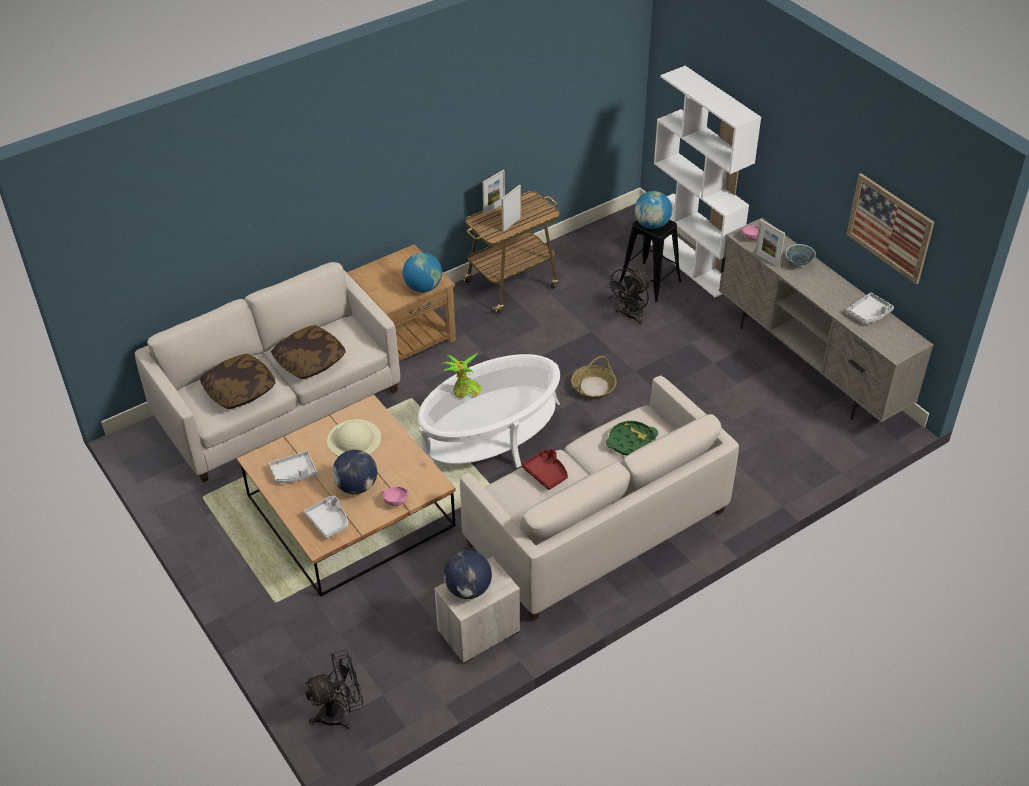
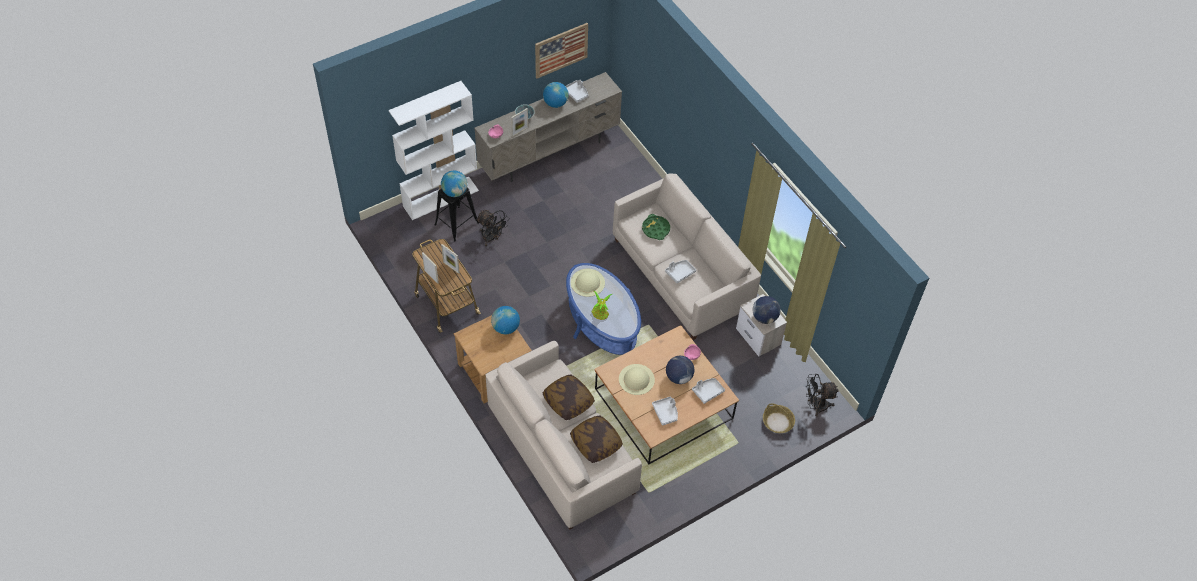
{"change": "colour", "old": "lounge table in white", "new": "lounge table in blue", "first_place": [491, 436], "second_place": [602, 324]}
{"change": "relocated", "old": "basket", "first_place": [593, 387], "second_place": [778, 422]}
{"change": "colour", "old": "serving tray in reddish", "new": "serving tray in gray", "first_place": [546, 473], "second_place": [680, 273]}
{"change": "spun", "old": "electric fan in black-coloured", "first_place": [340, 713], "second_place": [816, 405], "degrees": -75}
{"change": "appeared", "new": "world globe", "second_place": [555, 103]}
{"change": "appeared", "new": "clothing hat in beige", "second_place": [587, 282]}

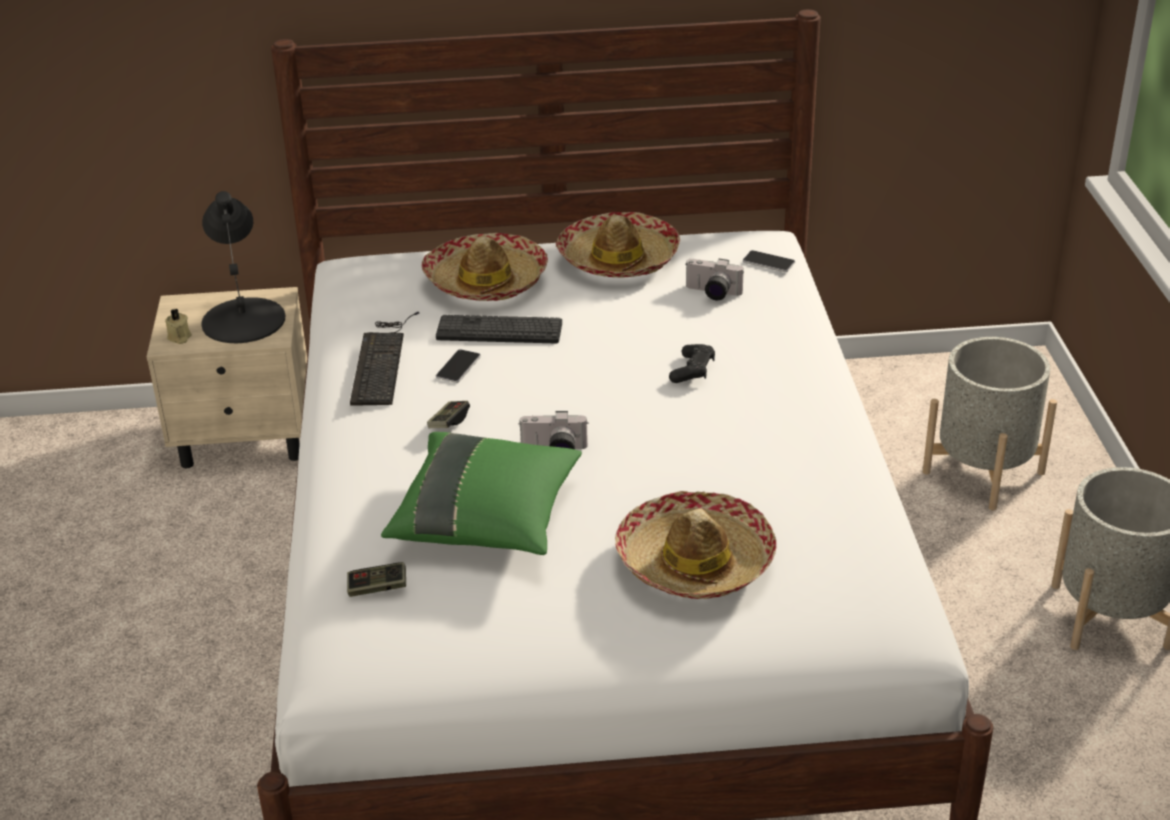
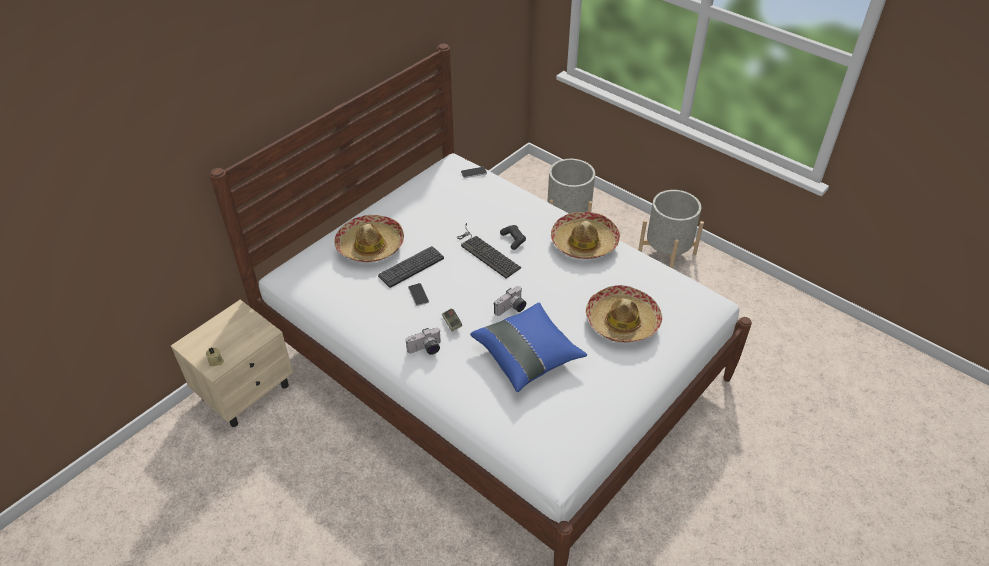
{"change": "missing", "old": "table lamp in black-coloured", "first_place": [244, 320]}
{"change": "relocated", "old": "clothing hat", "first_place": [618, 259], "second_place": [584, 242]}
{"change": "relocated", "old": "still camera", "first_place": [712, 293], "second_place": [426, 349]}
{"change": "relocated", "old": "keyboard", "first_place": [382, 360], "second_place": [485, 252]}
{"change": "colour", "old": "cushion in greenish", "new": "cushion in blue", "first_place": [486, 519], "second_place": [527, 356]}
{"change": "missing", "old": "gamepad", "first_place": [377, 588]}

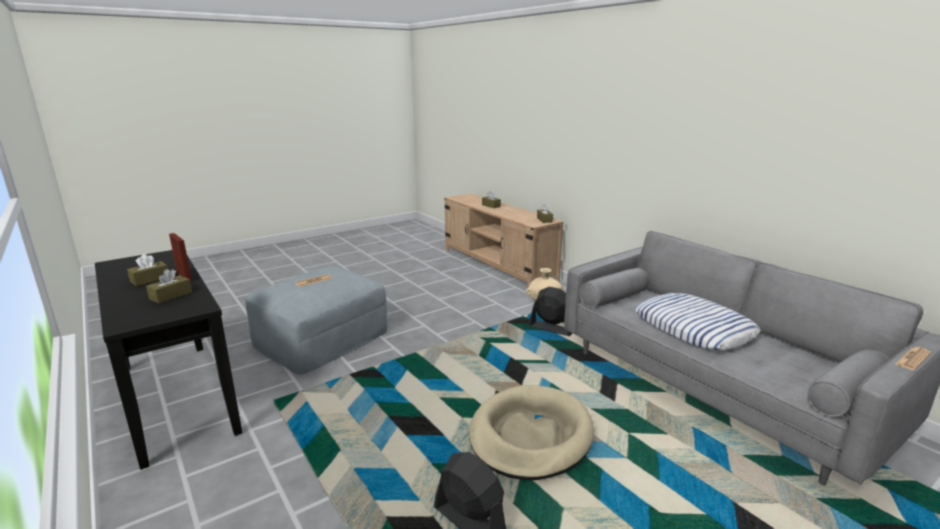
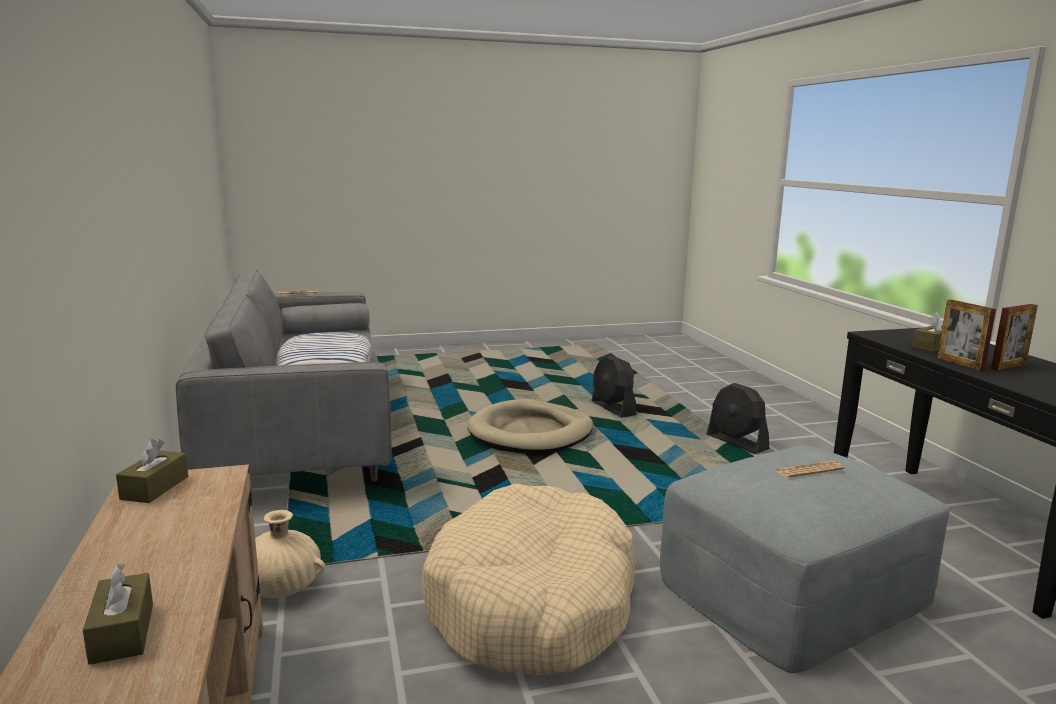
{"change": "exchanged", "old": "tissue holder in brownish", "new": "photo frame", "first_place": [150, 279], "second_place": [1008, 366]}
{"change": "relocated", "old": "electric fan in black-coloured", "first_place": [551, 328], "second_place": [737, 443]}
{"change": "appeared", "new": "pet bed in beige", "second_place": [532, 603]}

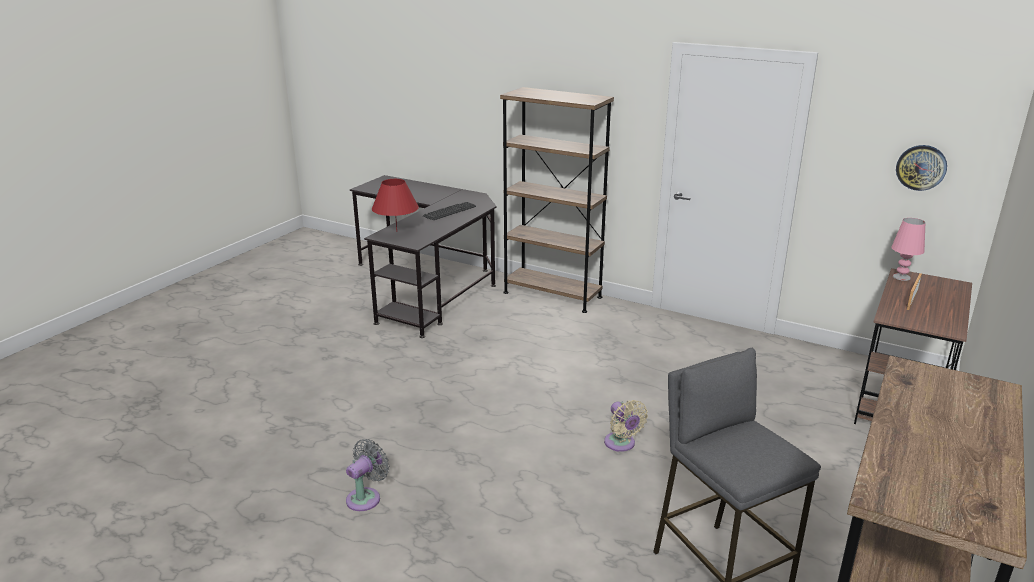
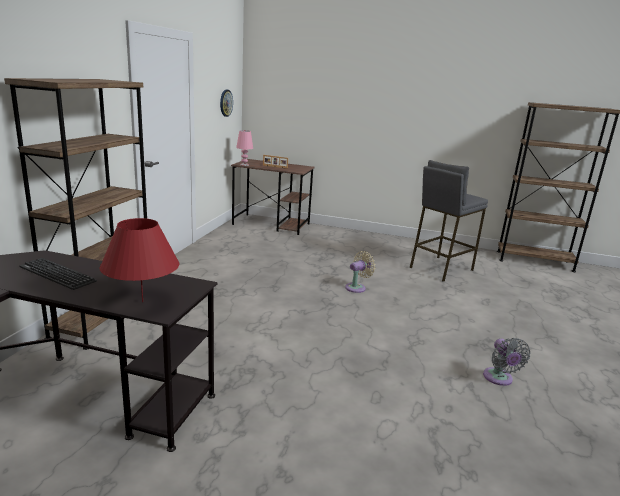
{"change": "spun", "old": "electric fan in gray", "first_place": [366, 497], "second_place": [499, 379], "degrees": -120}

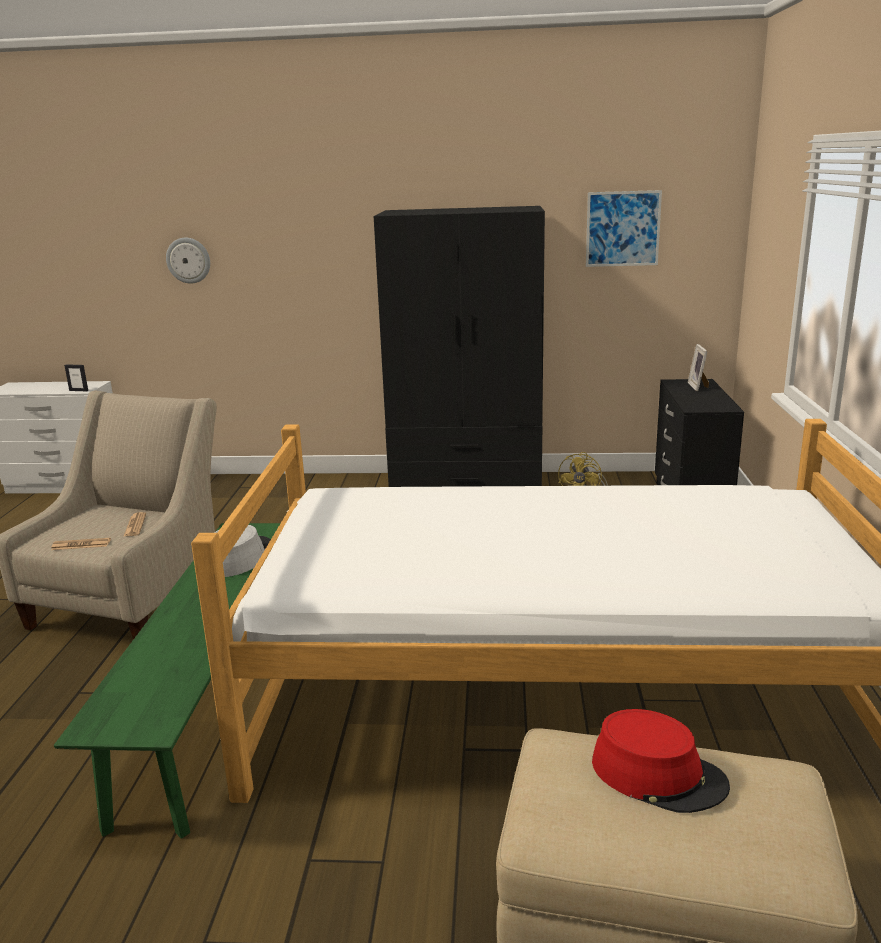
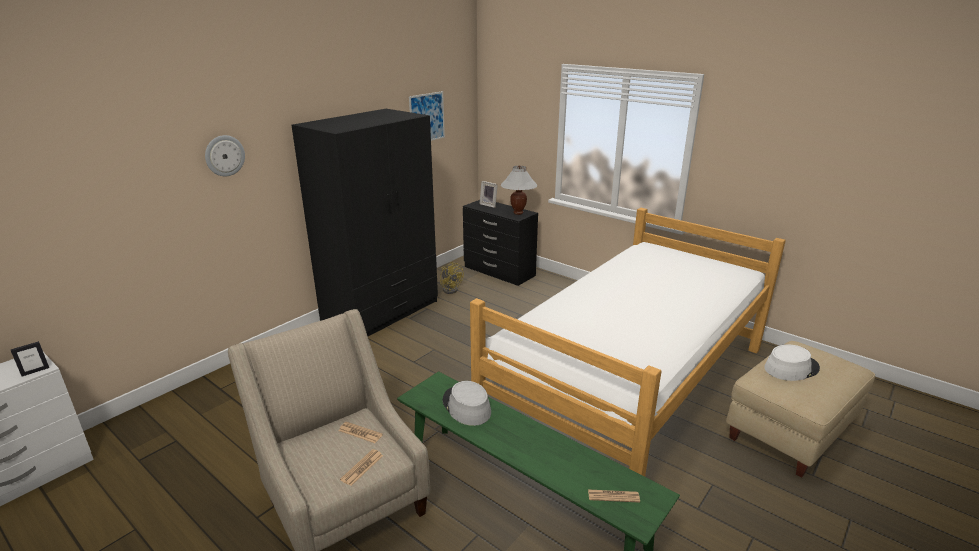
{"change": "relocated", "old": "wall clock", "first_place": [188, 260], "second_place": [224, 155]}
{"change": "colour", "old": "clothing hat in reddish", "new": "clothing hat in white", "first_place": [658, 774], "second_place": [791, 368]}
{"change": "appeared", "new": "table lamp in white", "second_place": [518, 213]}
{"change": "appeared", "new": "newspaper", "second_place": [613, 496]}

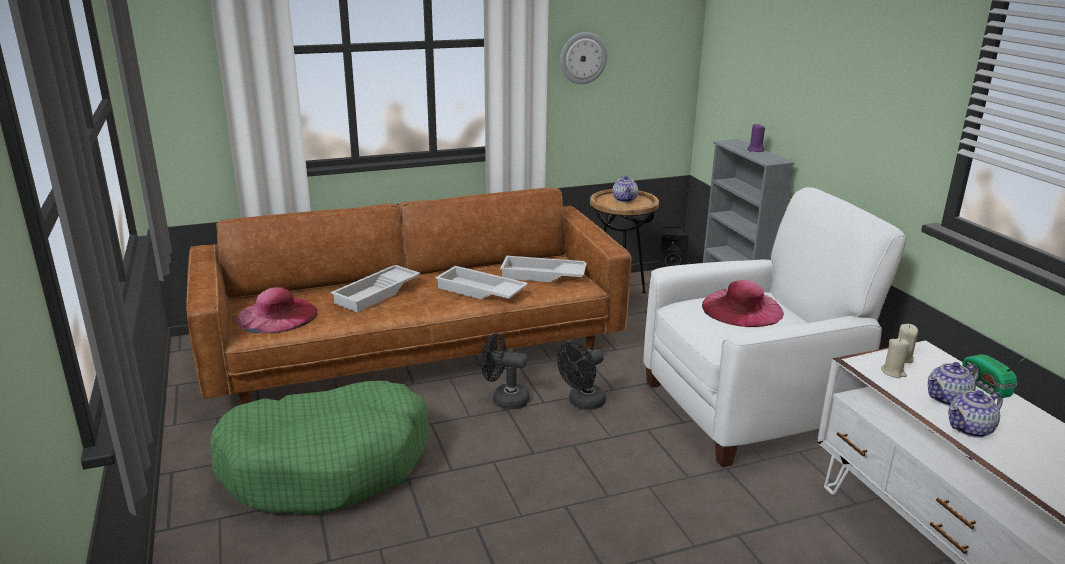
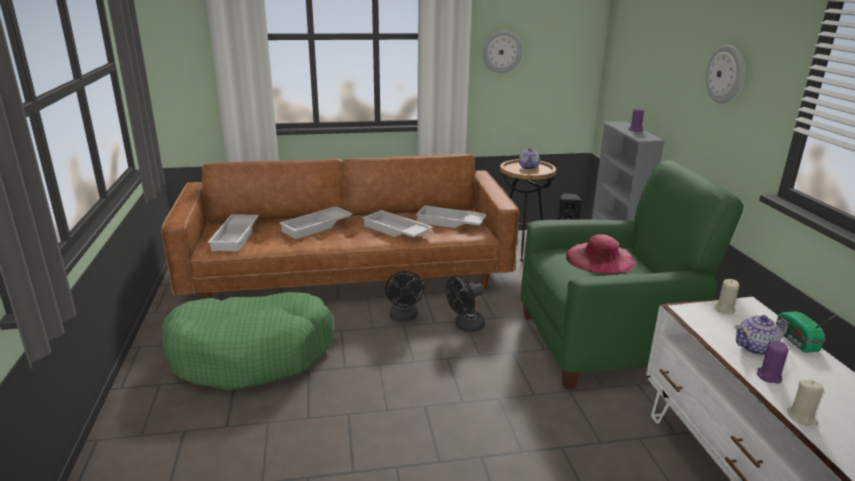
{"change": "colour", "old": "armchair in white", "new": "armchair in greenish", "first_place": [749, 408], "second_place": [604, 344]}
{"change": "exchanged", "old": "clothing hat in pinkish", "new": "serving tray in white", "first_place": [277, 315], "second_place": [236, 237]}
{"change": "spun", "old": "electric fan in black-coloured", "first_place": [504, 399], "second_place": [404, 317], "degrees": -120}
{"change": "relocated", "old": "wax candle in beige", "first_place": [893, 372], "second_place": [801, 417]}
{"change": "exchanged", "old": "teapot", "new": "wax candle in purple", "first_place": [970, 429], "second_place": [768, 376]}
{"change": "appeared", "new": "wall clock", "second_place": [725, 74]}

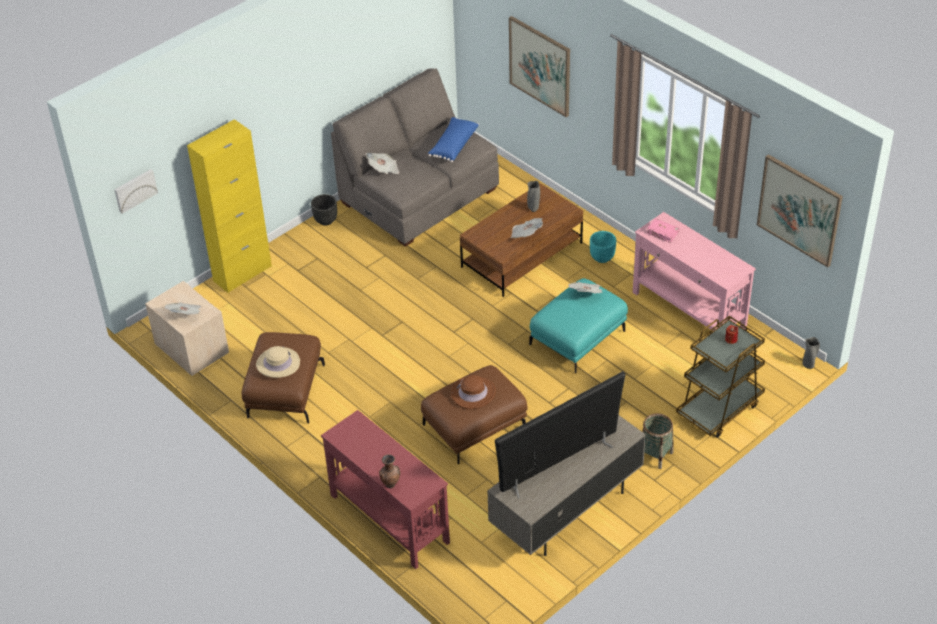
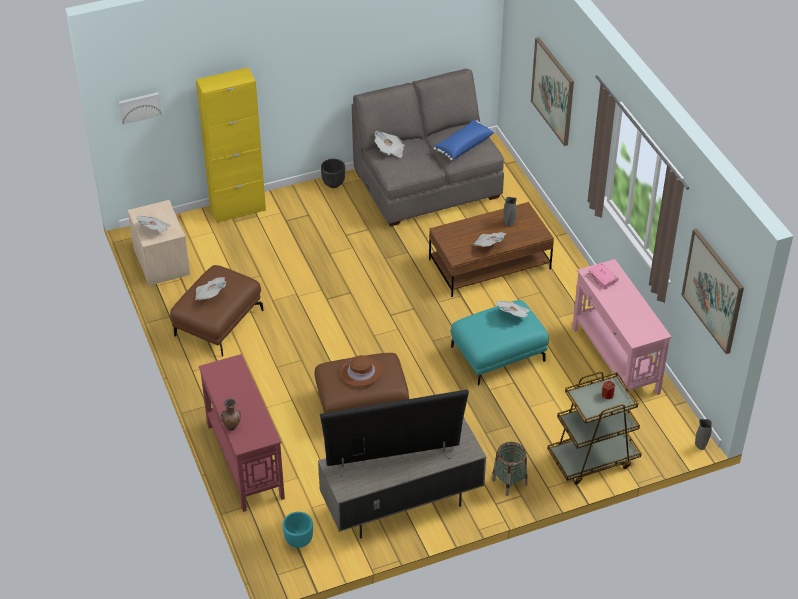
{"change": "relocated", "old": "planter in turquoise", "first_place": [602, 258], "second_place": [298, 541]}
{"change": "exchanged", "old": "clothing hat in beige", "new": "newspaper", "first_place": [278, 363], "second_place": [210, 295]}

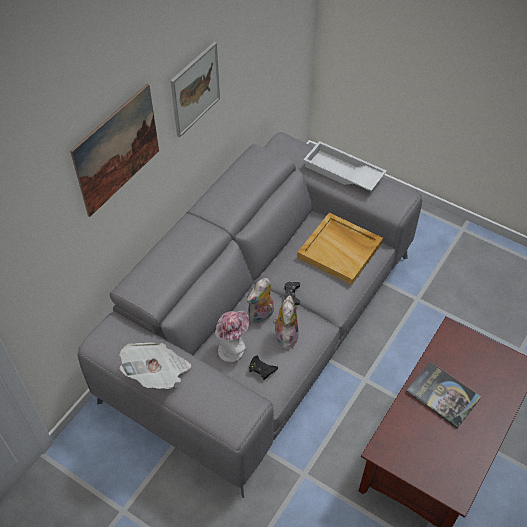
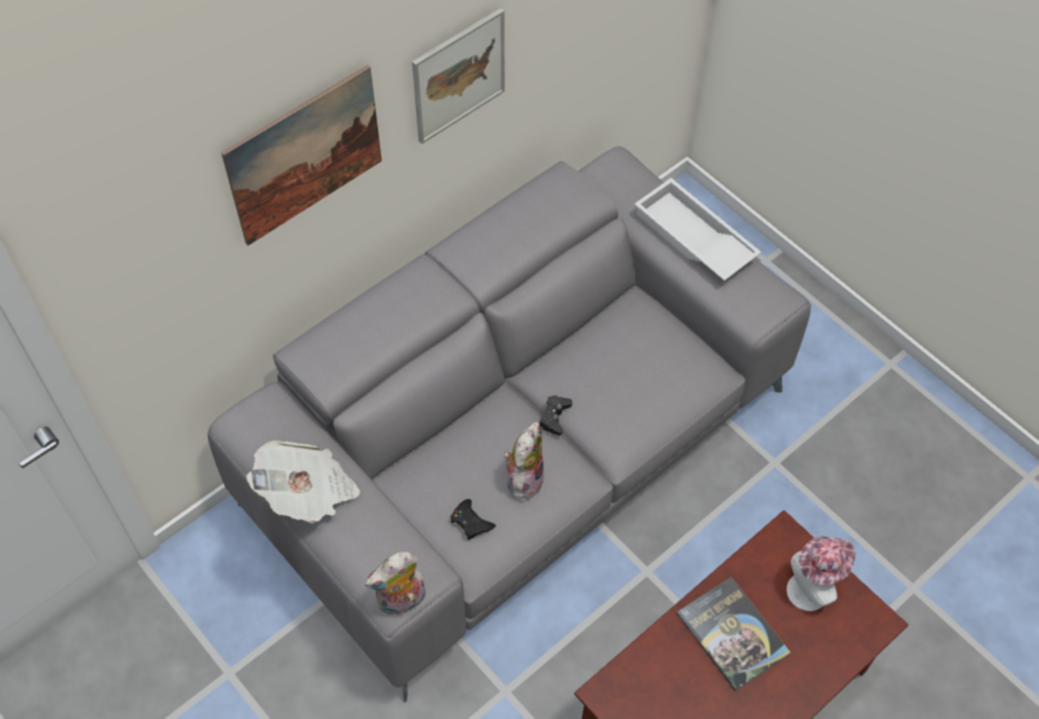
{"change": "missing", "old": "serving tray in beige", "first_place": [340, 250]}
{"change": "relocated", "old": "soft toy", "first_place": [261, 316], "second_place": [401, 602]}
{"change": "relocated", "old": "clothing hat", "first_place": [233, 348], "second_place": [812, 588]}

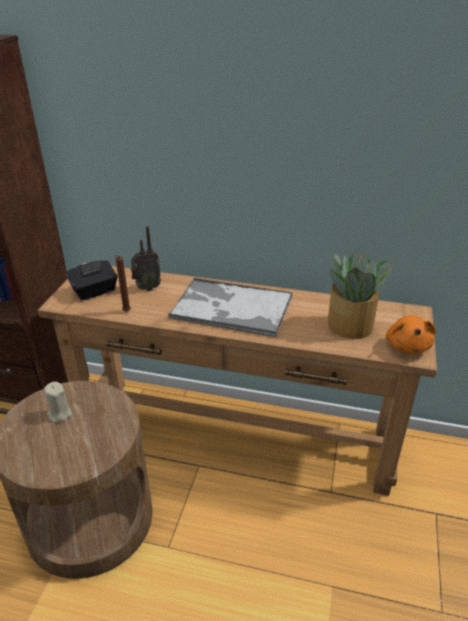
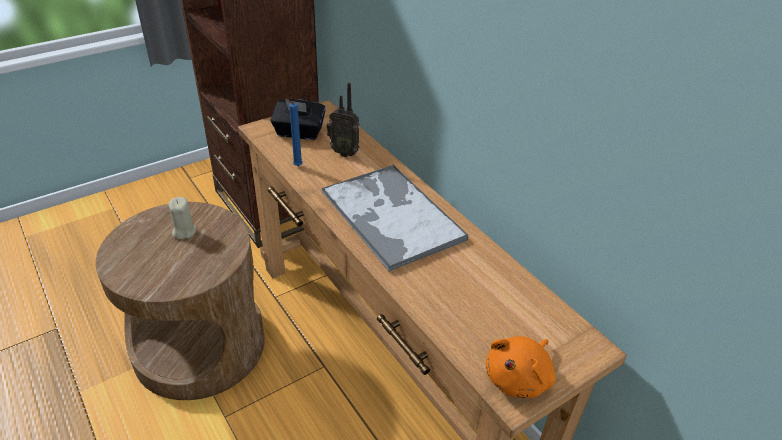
{"change": "missing", "old": "houseplant", "first_place": [350, 326]}
{"change": "colour", "old": "wax candle in brownish", "new": "wax candle in blue", "first_place": [126, 312], "second_place": [296, 166]}

